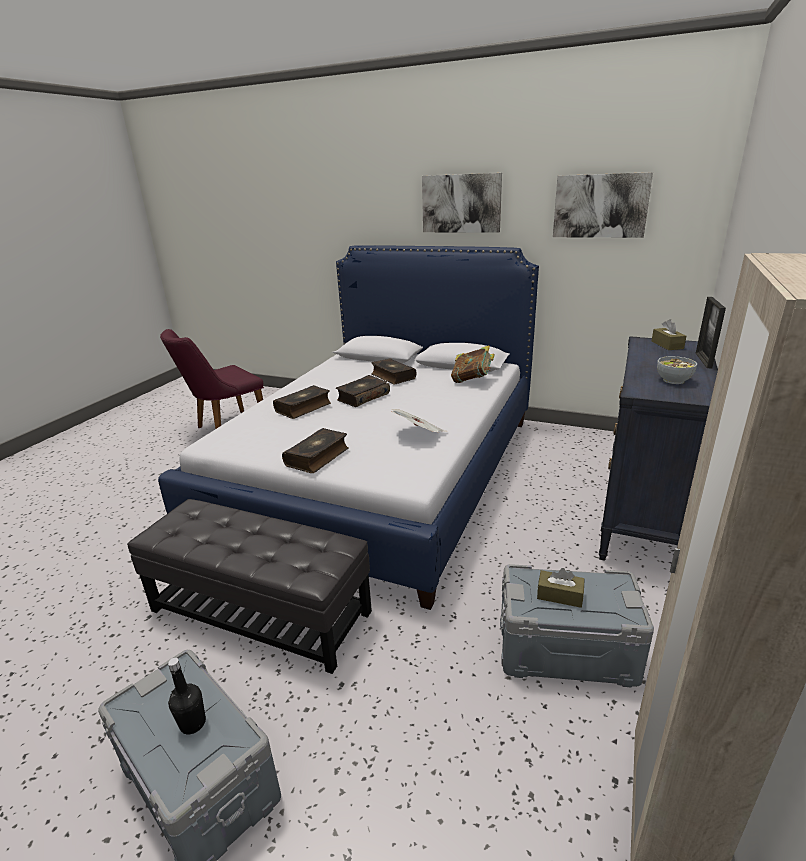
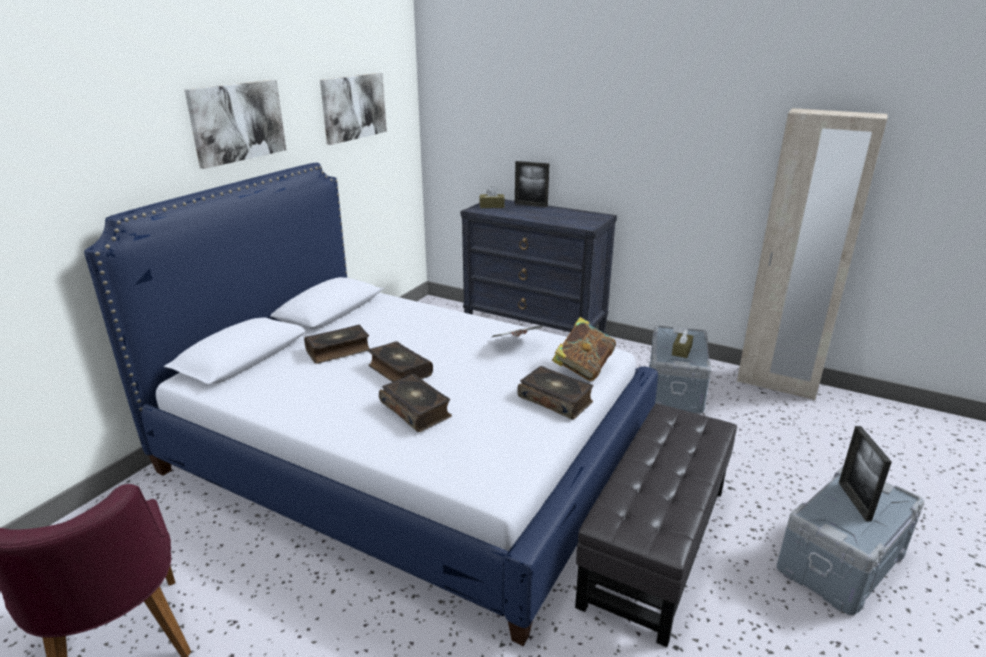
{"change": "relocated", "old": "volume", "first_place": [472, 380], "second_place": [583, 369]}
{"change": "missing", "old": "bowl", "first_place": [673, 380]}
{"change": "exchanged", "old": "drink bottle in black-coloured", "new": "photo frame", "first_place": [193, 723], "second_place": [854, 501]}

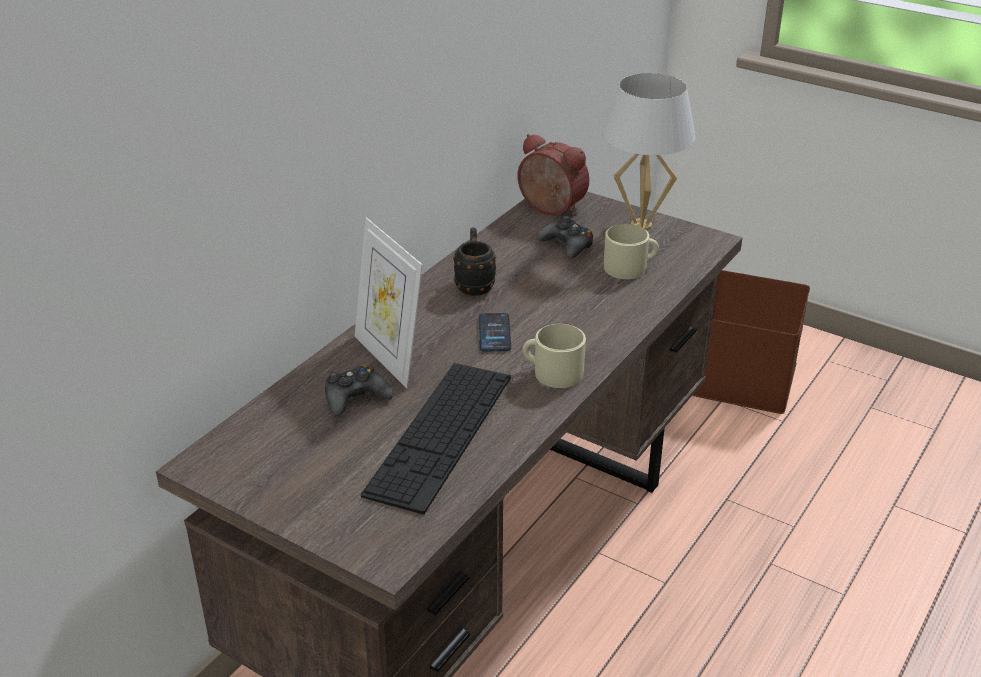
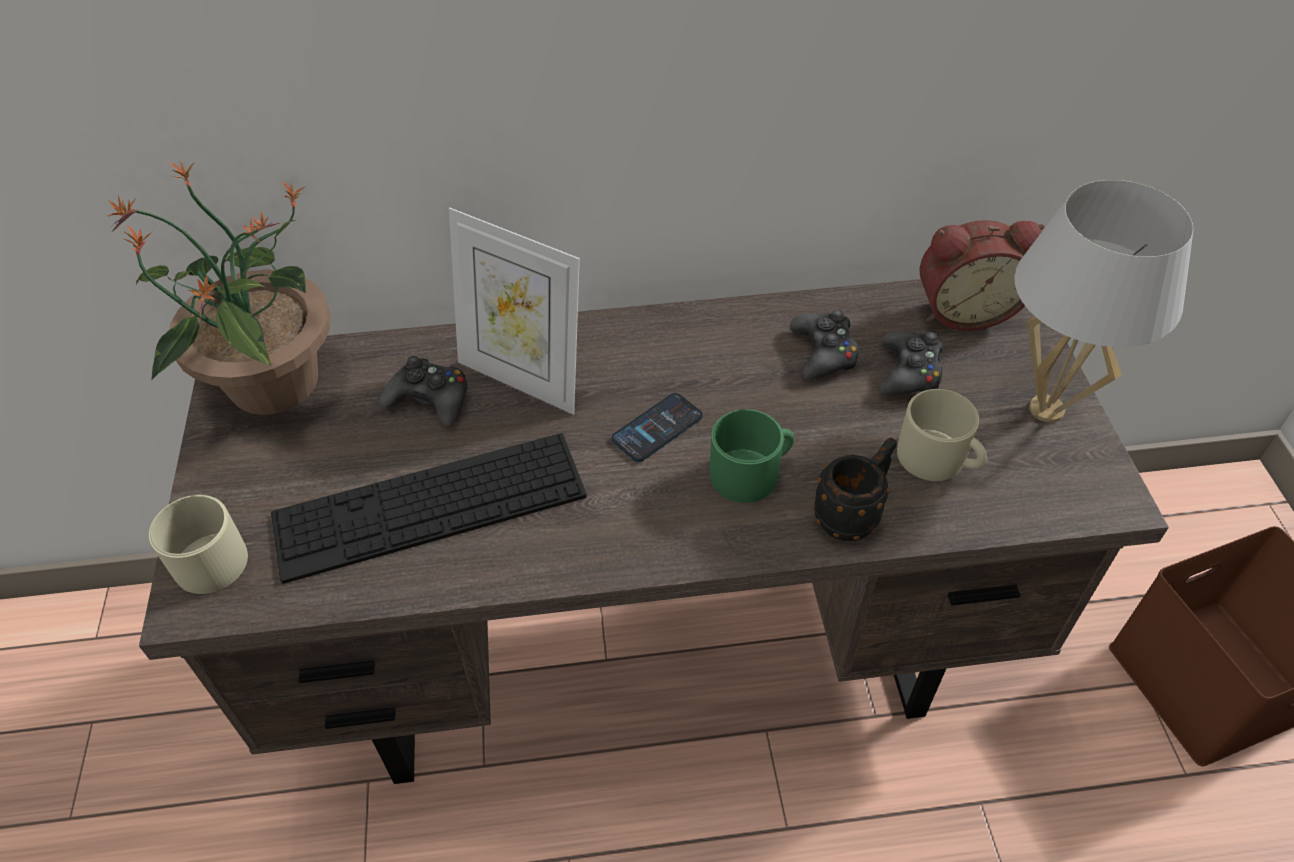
{"change": "spun", "old": "alarm clock", "first_place": [549, 209], "second_place": [963, 310], "degrees": 90}
{"change": "spun", "old": "photo frame", "first_place": [389, 358], "second_place": [523, 378], "degrees": -75}
{"change": "relocated", "old": "tea mug in black-coloured", "first_place": [474, 284], "second_place": [852, 514]}
{"change": "relocated", "old": "tea mug in beige", "first_place": [552, 372], "second_place": [209, 555]}
{"change": "appeared", "new": "houseplant", "second_place": [271, 384]}
{"change": "appeared", "new": "gamepad in black-coloured", "second_place": [824, 353]}
{"change": "appeared", "new": "tea mug in greenish", "second_place": [752, 472]}

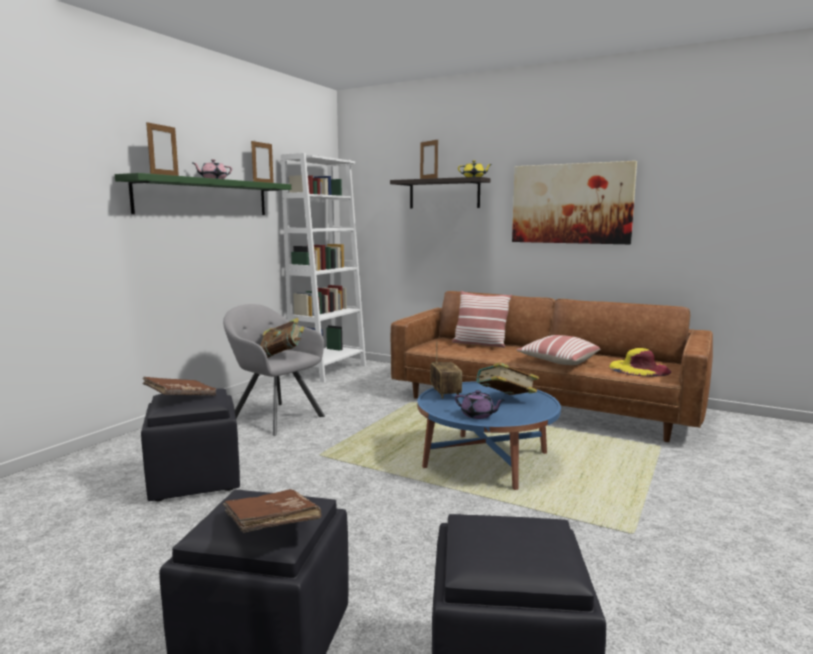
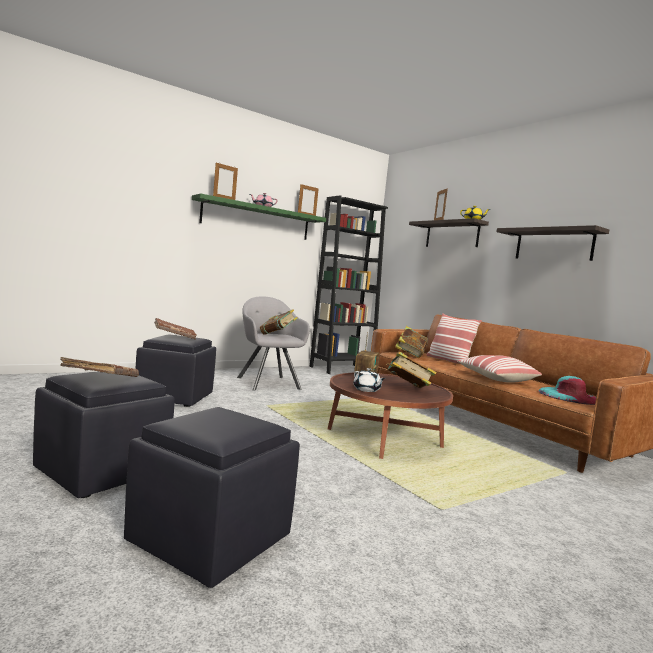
{"change": "colour", "old": "shelving unit in white", "new": "shelving unit in black-coloured", "first_place": [329, 371], "second_place": [342, 369]}
{"change": "exchanged", "old": "wall art", "new": "shelf", "first_place": [571, 203], "second_place": [553, 245]}
{"change": "colour", "old": "clothing hat in yellow-coloured", "new": "clothing hat in turquoise", "first_place": [639, 368], "second_place": [569, 396]}
{"change": "colour", "old": "lounge table in blue", "new": "lounge table in brownish", "first_place": [486, 460], "second_place": [384, 438]}
{"change": "colour", "old": "teapot in purple", "new": "teapot in white", "first_place": [478, 415], "second_place": [367, 390]}
{"change": "appeared", "new": "volume", "second_place": [410, 355]}

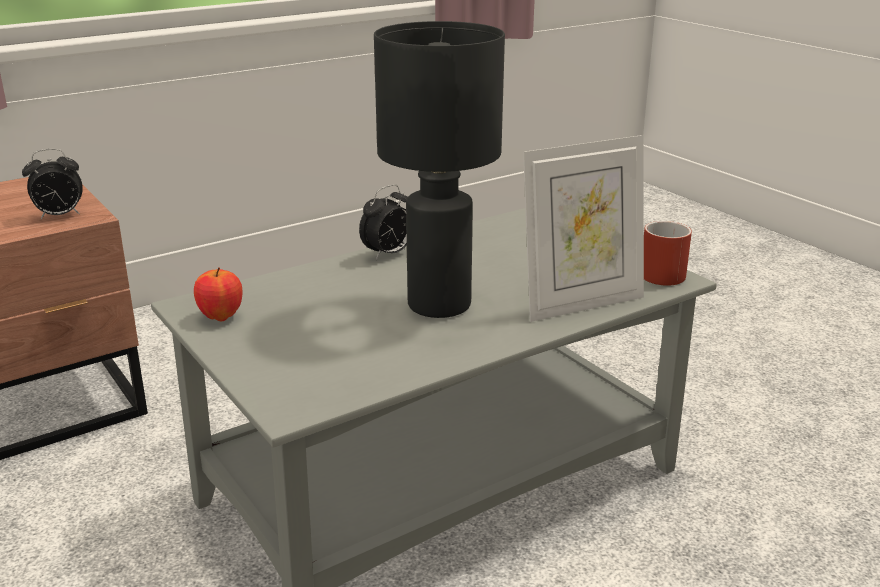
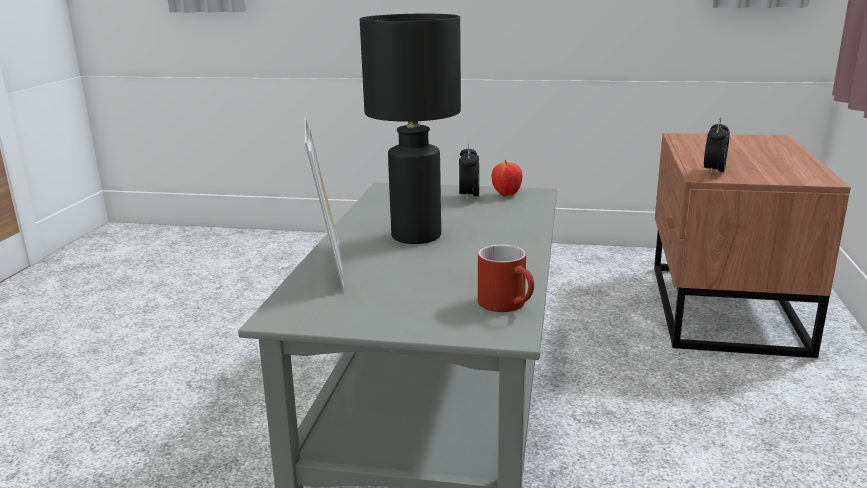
{"change": "spun", "old": "photo frame", "first_place": [581, 303], "second_place": [328, 269], "degrees": 150}
{"change": "relocated", "old": "alarm clock", "first_place": [388, 254], "second_place": [469, 197]}
{"change": "relocated", "old": "tea mug in reddish", "first_place": [660, 272], "second_place": [509, 305]}

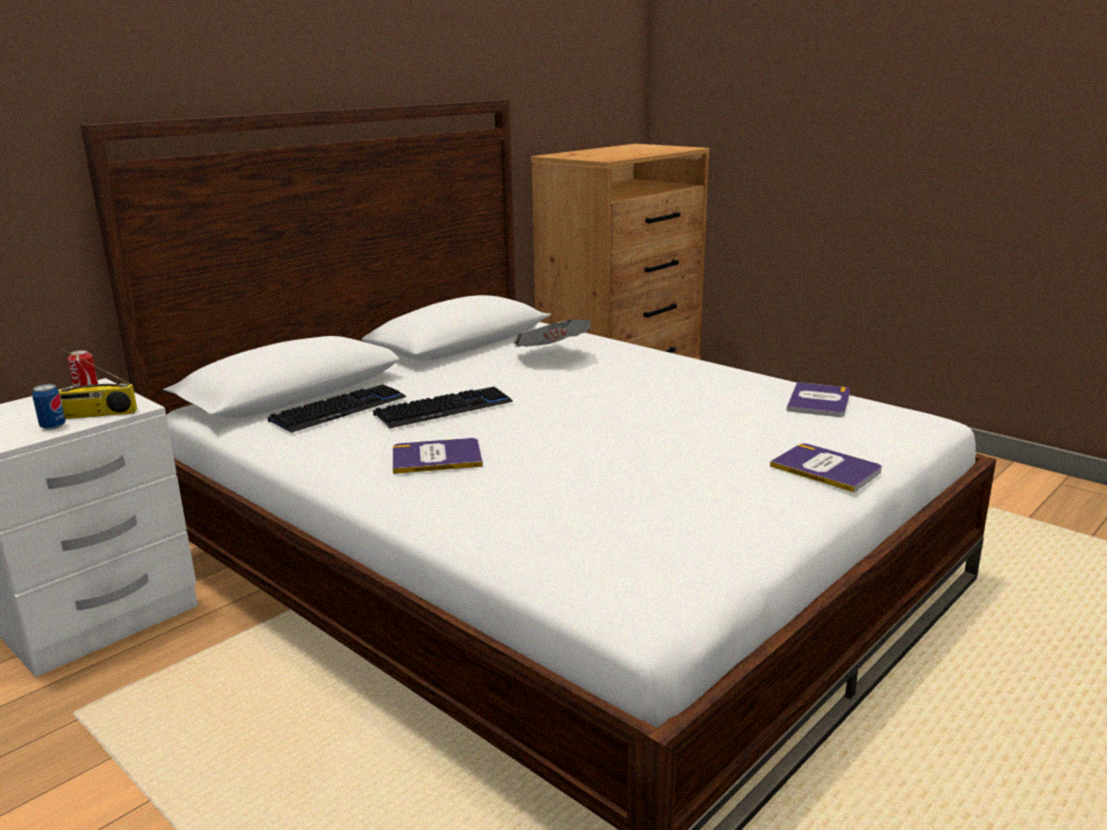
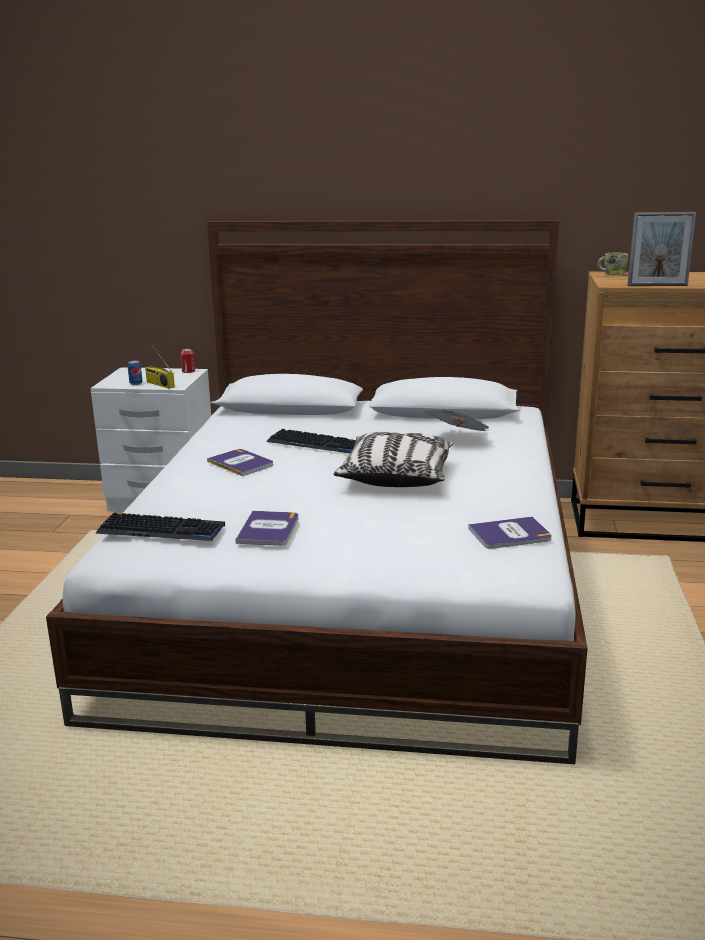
{"change": "relocated", "old": "keyboard", "first_place": [339, 410], "second_place": [161, 530]}
{"change": "relocated", "old": "volume", "first_place": [826, 468], "second_place": [268, 529]}
{"change": "appeared", "new": "photo frame", "second_place": [657, 285]}
{"change": "appeared", "new": "tea mug", "second_place": [611, 273]}
{"change": "appeared", "new": "cushion", "second_place": [396, 476]}

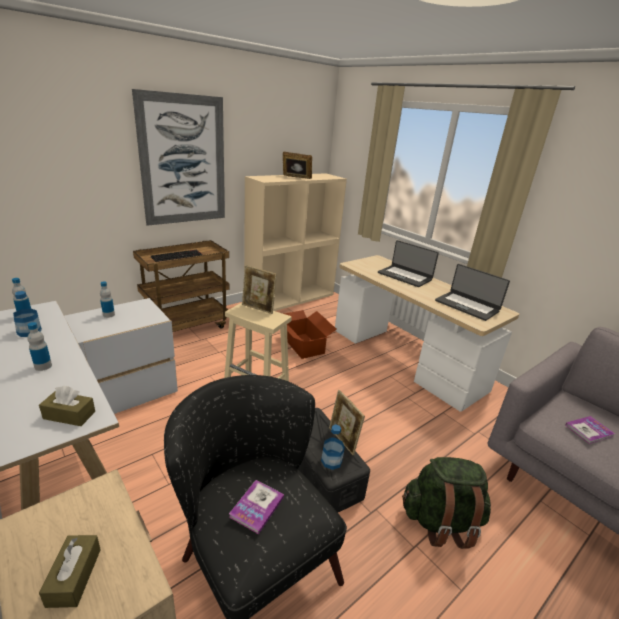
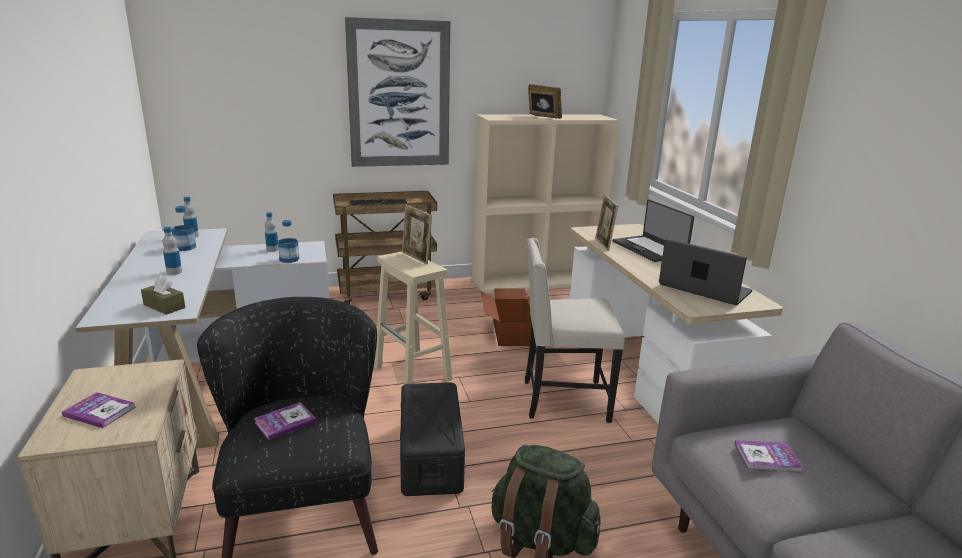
{"change": "spun", "old": "laptop", "first_place": [467, 306], "second_place": [704, 289], "degrees": 150}
{"change": "relocated", "old": "photo frame", "first_place": [342, 440], "second_place": [603, 244]}
{"change": "relocated", "old": "drink bottle", "first_place": [331, 461], "second_place": [289, 259]}
{"change": "exchanged", "old": "tissue holder in brownish", "new": "volume", "first_place": [74, 576], "second_place": [100, 411]}
{"change": "appeared", "new": "chair in beige", "second_place": [563, 400]}

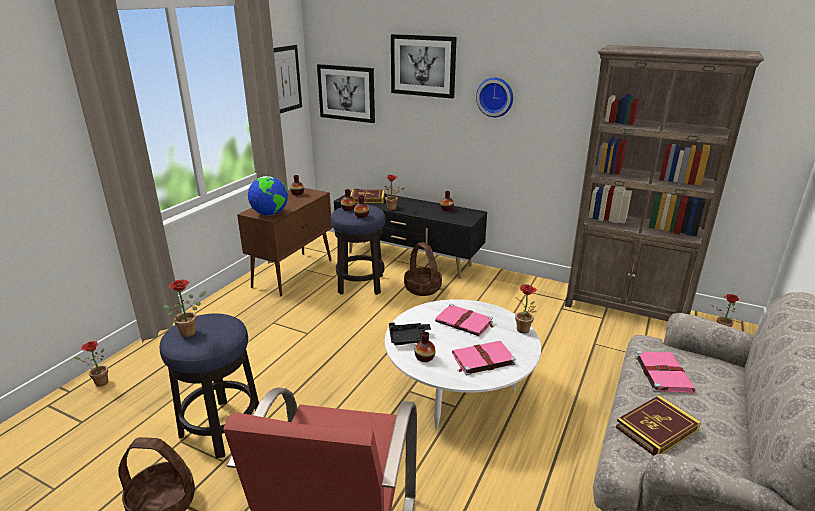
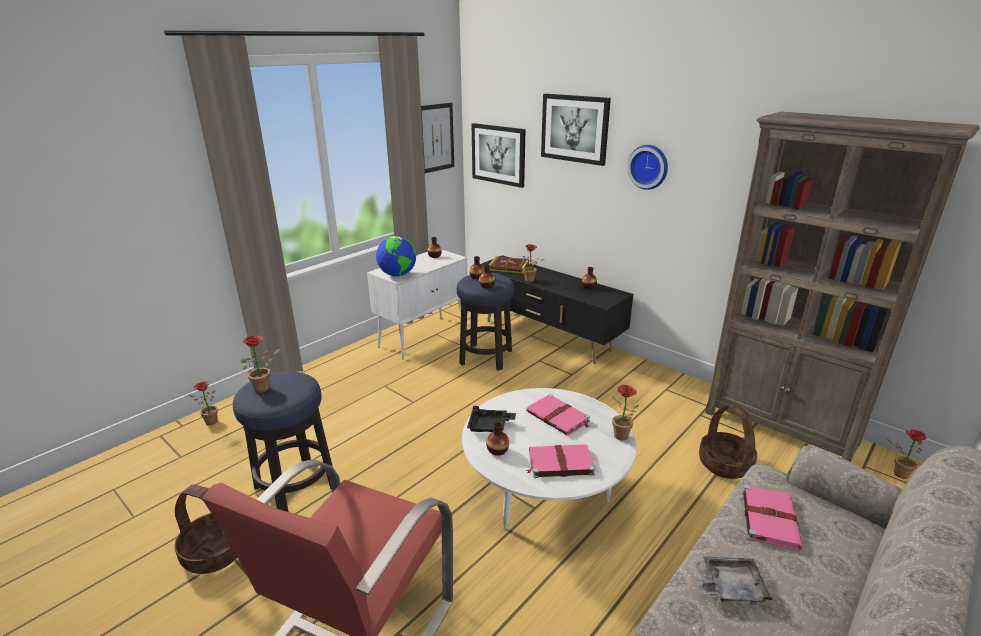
{"change": "colour", "old": "cabinet in brownish", "new": "cabinet in white", "first_place": [293, 273], "second_place": [424, 337]}
{"change": "relocated", "old": "basket", "first_place": [423, 288], "second_place": [725, 464]}
{"change": "exchanged", "old": "volume", "new": "serving tray in gray", "first_place": [656, 429], "second_place": [730, 587]}

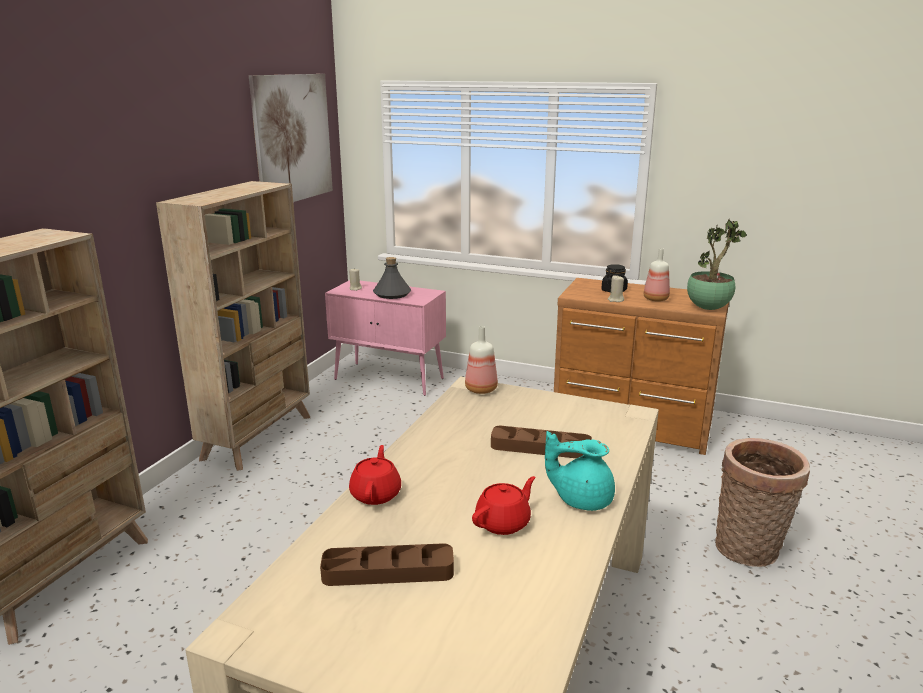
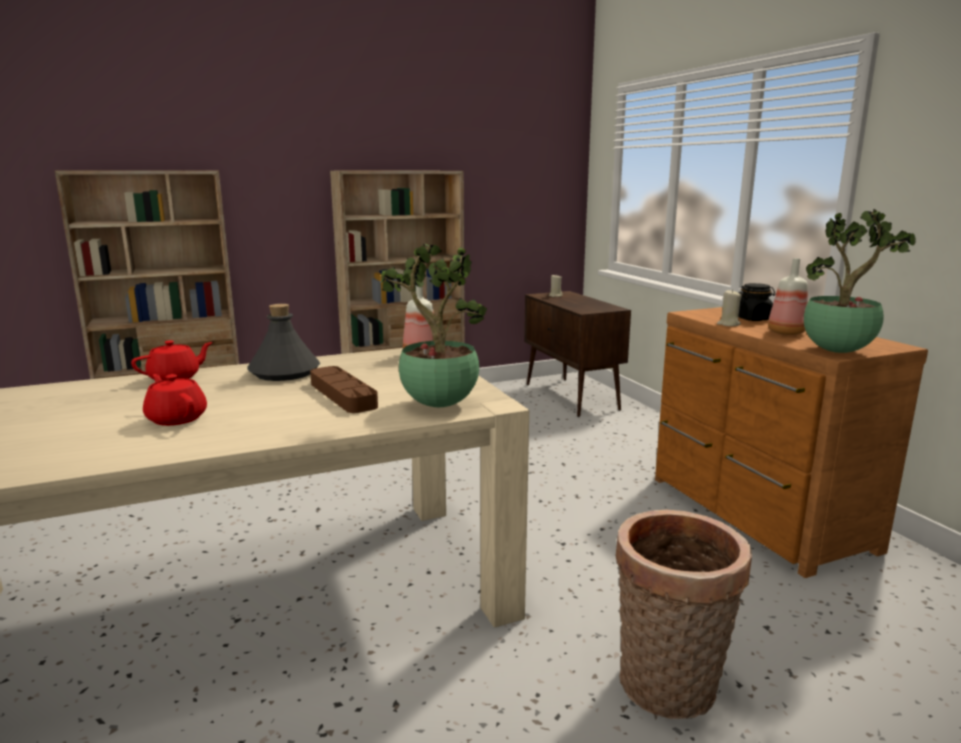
{"change": "missing", "old": "wall art", "first_place": [293, 138]}
{"change": "relocated", "old": "drink bottle in gray", "first_place": [392, 294], "second_place": [285, 372]}
{"change": "colour", "old": "cabinet in pinkish", "new": "cabinet in brownish", "first_place": [390, 379], "second_place": [571, 397]}
{"change": "missing", "old": "teapot in turquoise", "first_place": [581, 499]}
{"change": "spun", "old": "teapot in reddish", "first_place": [503, 523], "second_place": [176, 418], "degrees": -135}
{"change": "missing", "old": "serving tray in brownish", "first_place": [388, 571]}
{"change": "appeared", "new": "houseplant", "second_place": [437, 405]}

